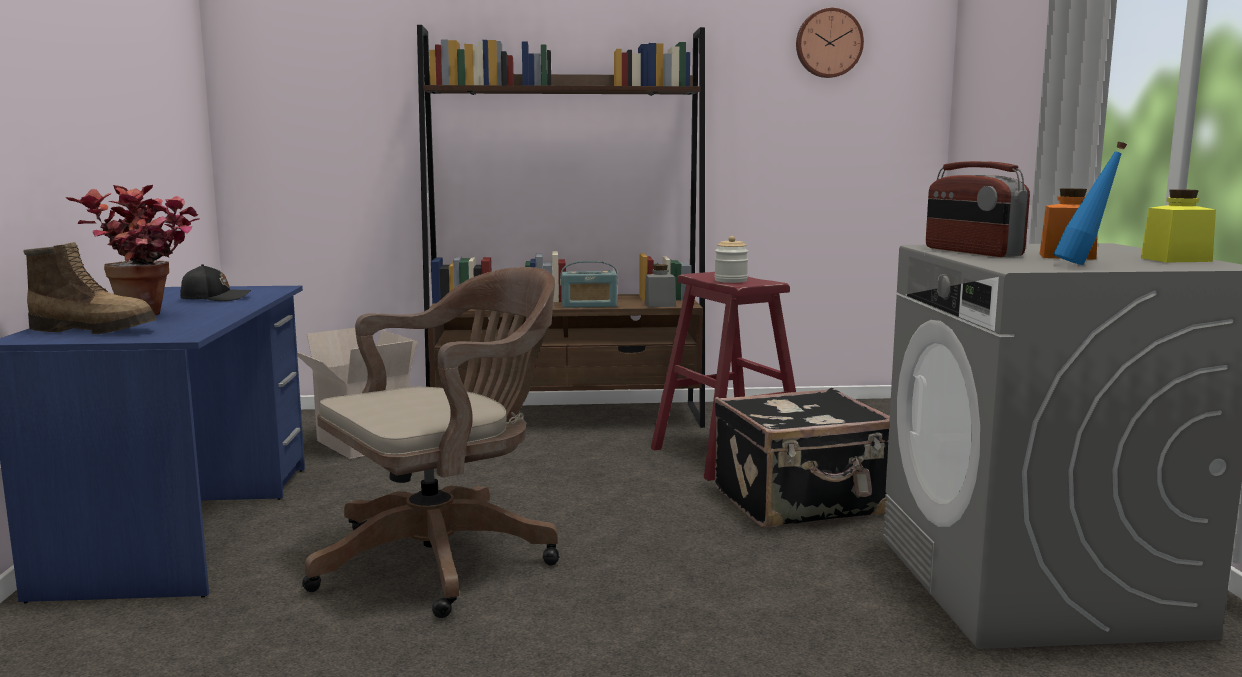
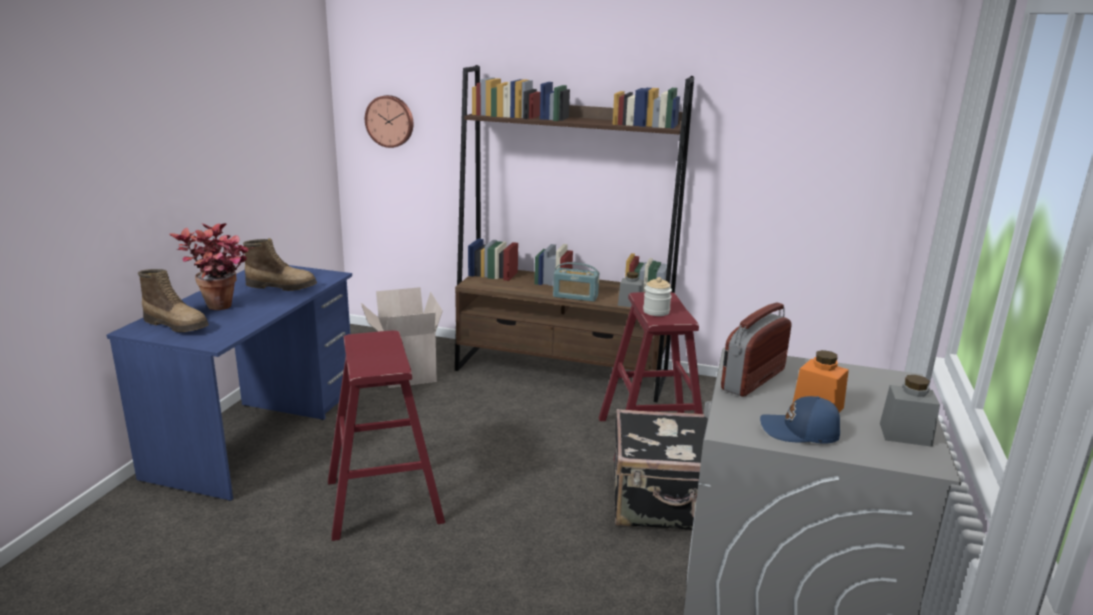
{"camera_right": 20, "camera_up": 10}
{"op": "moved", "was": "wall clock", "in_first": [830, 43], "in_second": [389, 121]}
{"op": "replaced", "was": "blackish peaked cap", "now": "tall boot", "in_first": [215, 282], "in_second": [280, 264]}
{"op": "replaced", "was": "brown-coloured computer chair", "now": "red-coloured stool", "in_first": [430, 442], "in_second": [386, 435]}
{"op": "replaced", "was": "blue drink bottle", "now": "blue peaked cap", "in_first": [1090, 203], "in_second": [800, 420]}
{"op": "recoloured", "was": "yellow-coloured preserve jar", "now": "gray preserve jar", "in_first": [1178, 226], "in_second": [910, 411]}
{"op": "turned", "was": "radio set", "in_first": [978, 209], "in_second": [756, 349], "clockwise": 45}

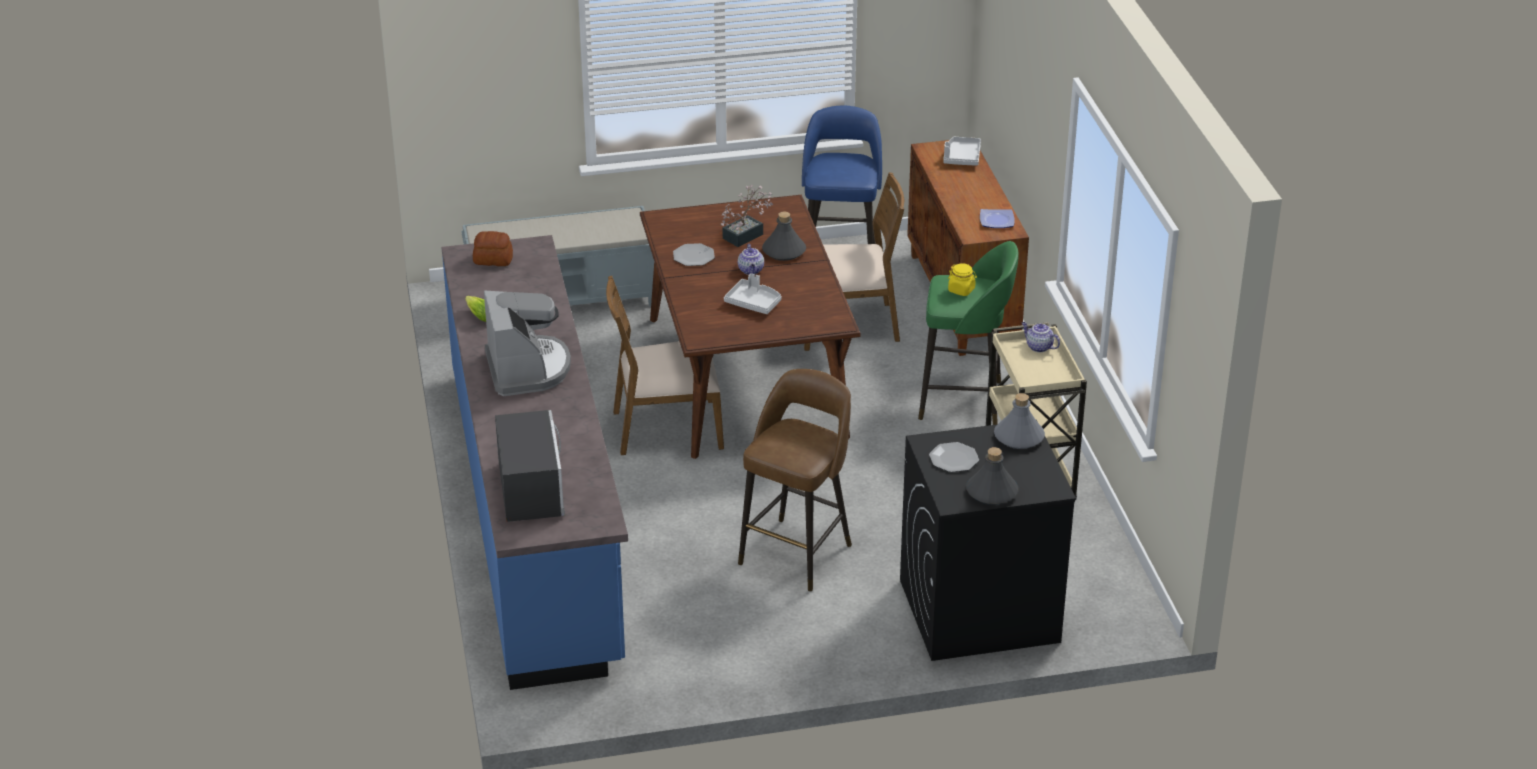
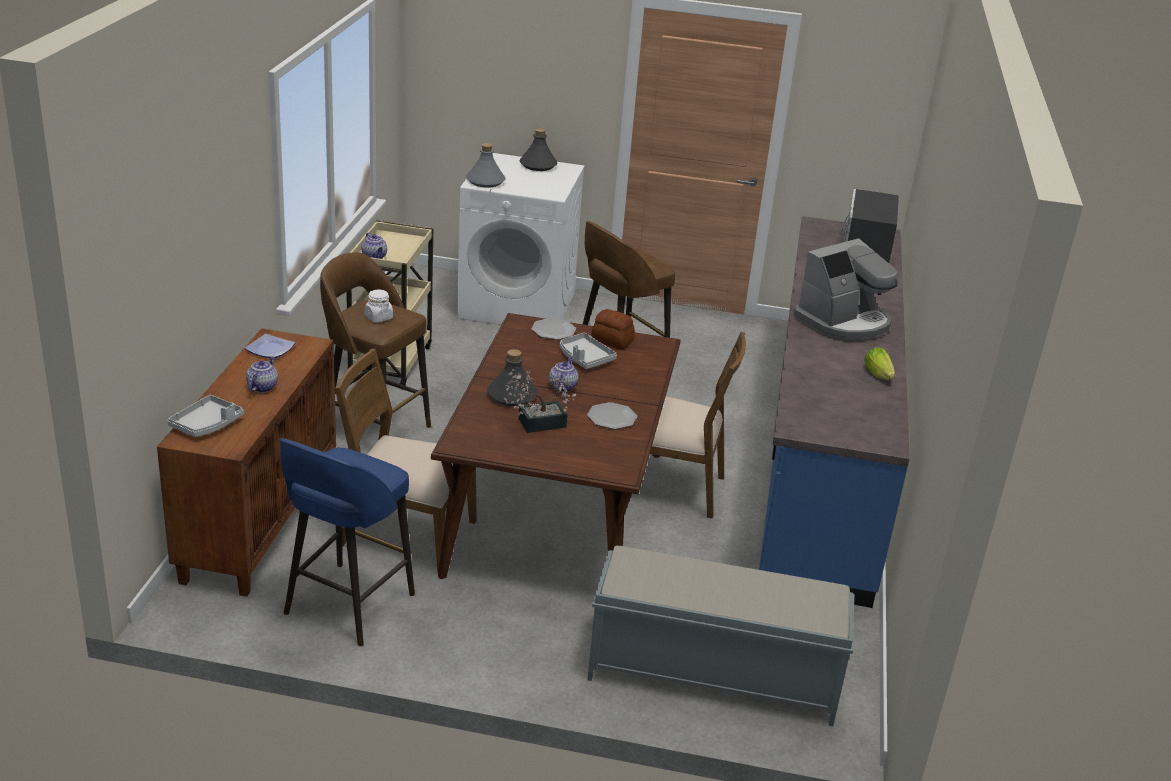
{"camera_right": -160, "camera_up": -5}
{"op": "added", "now": "tea pot", "in_second": [262, 375]}
{"op": "moved", "was": "baked bread", "in_first": [493, 248], "in_second": [613, 329]}
{"op": "moved", "was": "dinner plate", "in_first": [954, 457], "in_second": [553, 329]}
{"op": "recoloured", "was": "blackish laundry machine", "now": "whitish laundry machine", "in_first": [988, 540], "in_second": [521, 239]}
{"op": "recoloured", "was": "greenish stool", "now": "brown-coloured stool", "in_first": [968, 333], "in_second": [375, 340]}
{"op": "recoloured", "was": "yellow-coloured preserve jar", "now": "whitish preserve jar", "in_first": [962, 279], "in_second": [379, 306]}
{"op": "turned", "was": "coffee brewer", "in_first": [527, 343], "in_second": [846, 289], "clockwise": -135}

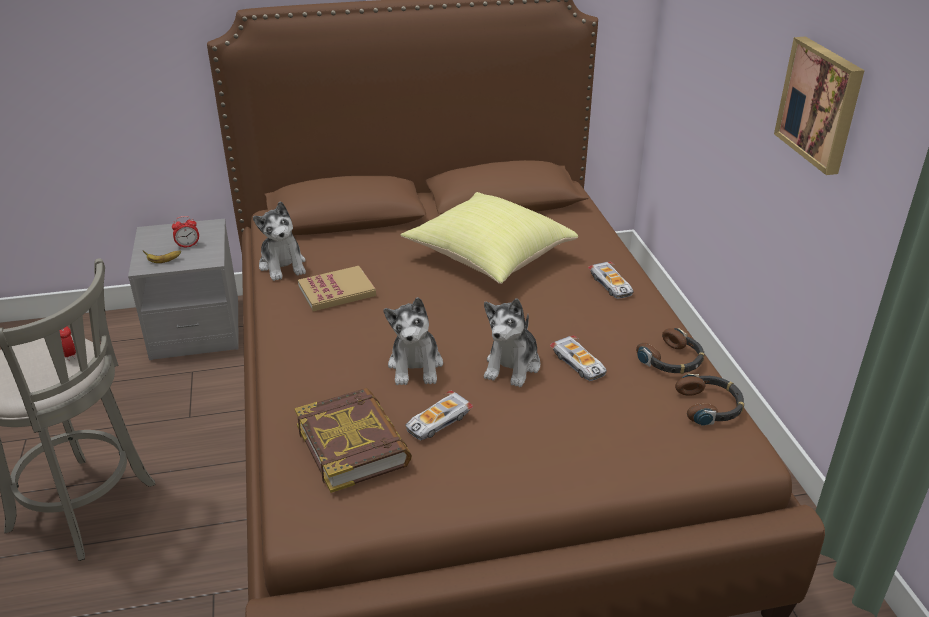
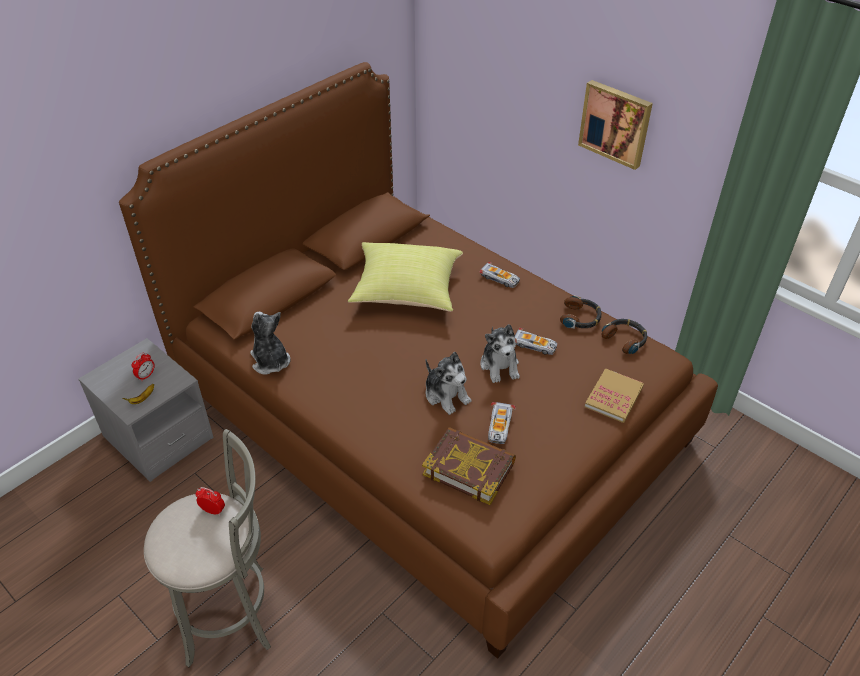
{"camera_right": -35, "camera_up": 10}
{"op": "moved", "was": "bound book", "in_first": [337, 288], "in_second": [614, 395]}
{"op": "turned", "was": "cuddly toy", "in_first": [279, 241], "in_second": [270, 343], "clockwise": -150}

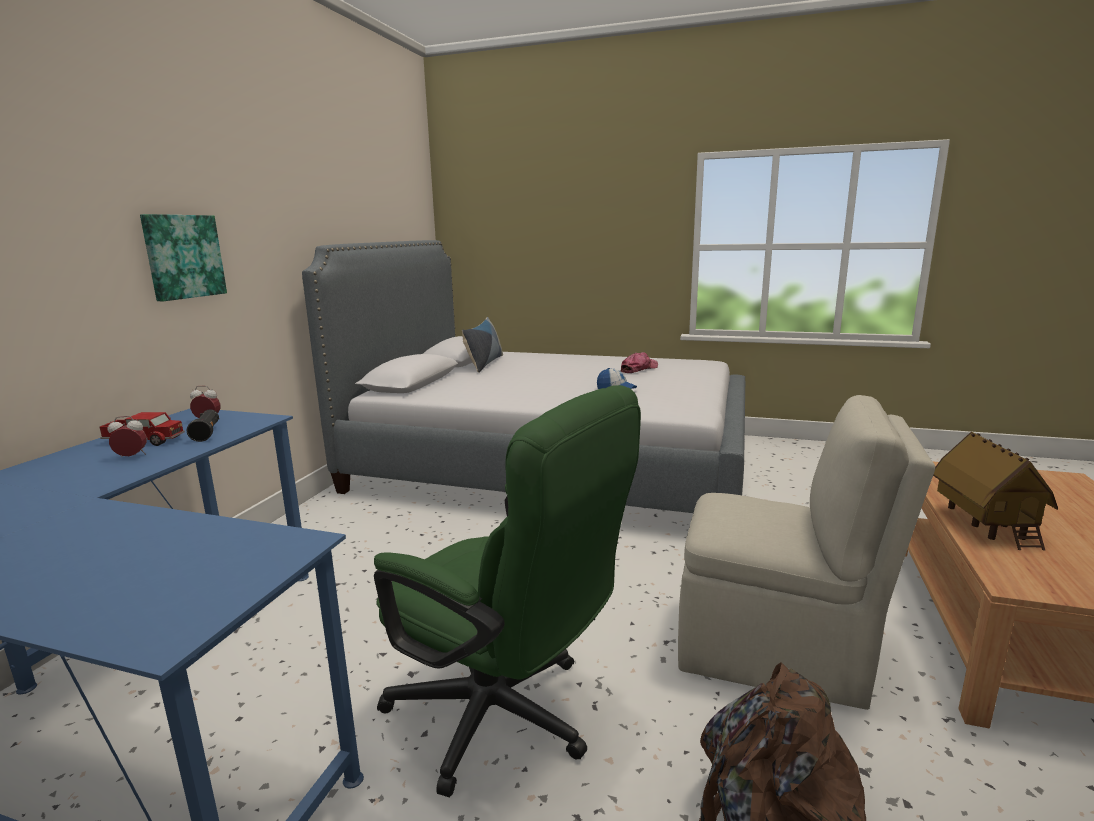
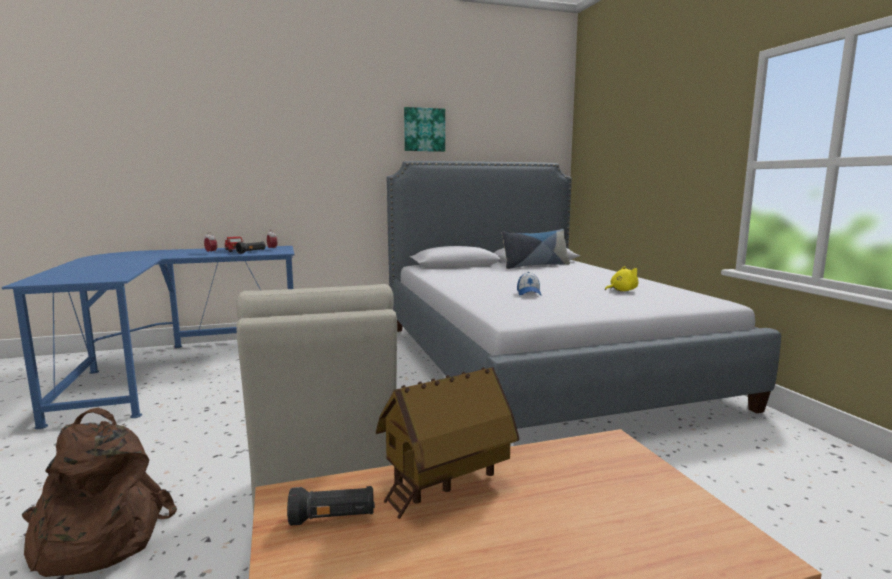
{"camera_right": 55, "camera_up": -5}
{"op": "removed", "was": "greenish computer chair", "in_first": [507, 591]}
{"op": "added", "now": "blackish flashlight", "in_second": [331, 506]}
{"op": "moved", "was": "picture", "in_first": [183, 257], "in_second": [424, 129]}
{"op": "replaced", "was": "peaked cap", "now": "yellow-coloured cuddly toy", "in_first": [639, 362], "in_second": [621, 278]}

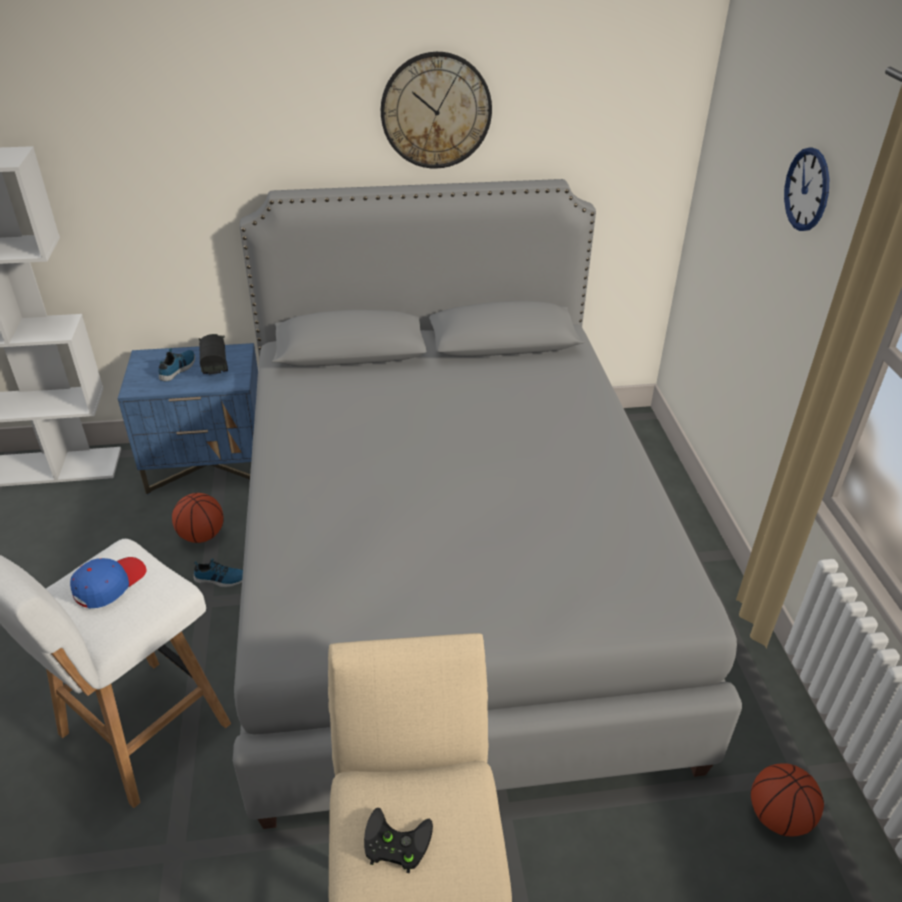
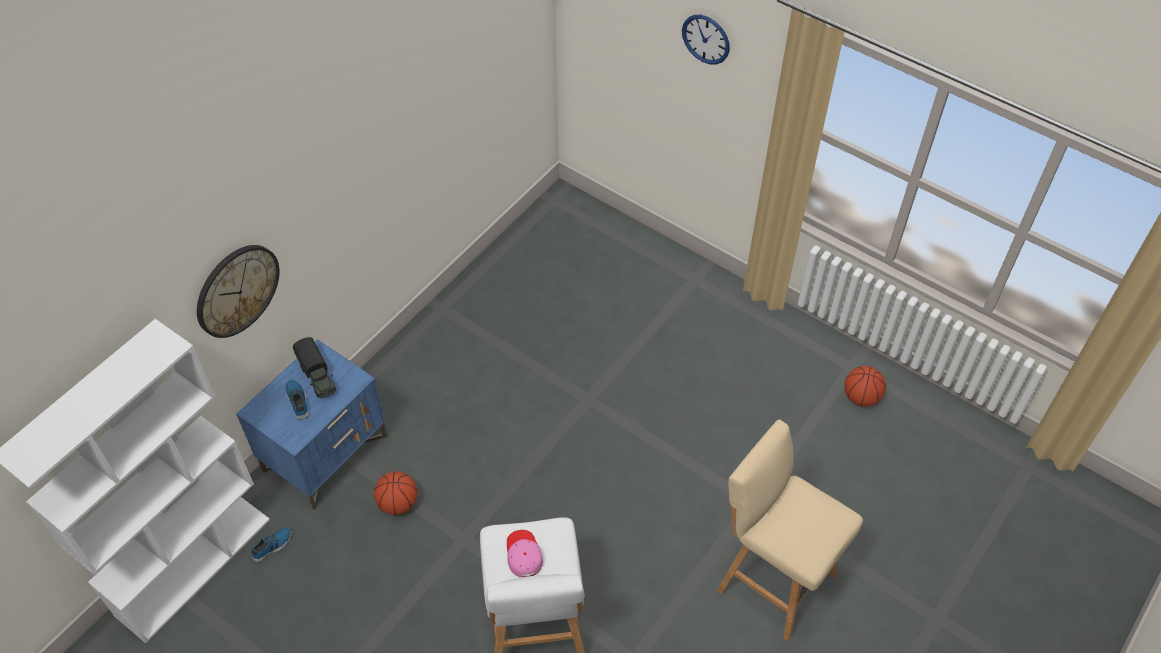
{"camera_right": -45, "camera_up": 15}
{"op": "removed", "was": "gray bed", "in_first": [487, 504]}
{"op": "removed", "was": "blackish gamepad", "in_first": [398, 840]}
{"op": "moved", "was": "low shoe", "in_first": [218, 572], "in_second": [271, 544]}
{"op": "moved", "was": "wall clock", "in_first": [436, 110], "in_second": [238, 291]}
{"op": "recoloured", "was": "blue peaked cap", "now": "pink peaked cap", "in_first": [108, 582], "in_second": [525, 554]}
{"op": "turned", "was": "toy truck", "in_first": [213, 354], "in_second": [314, 367], "clockwise": -150}

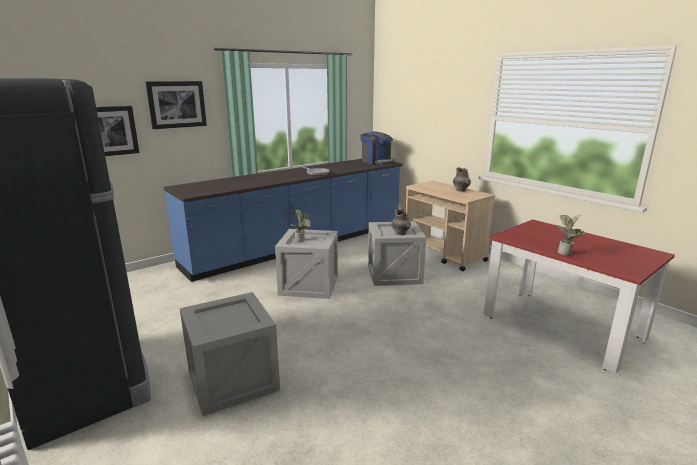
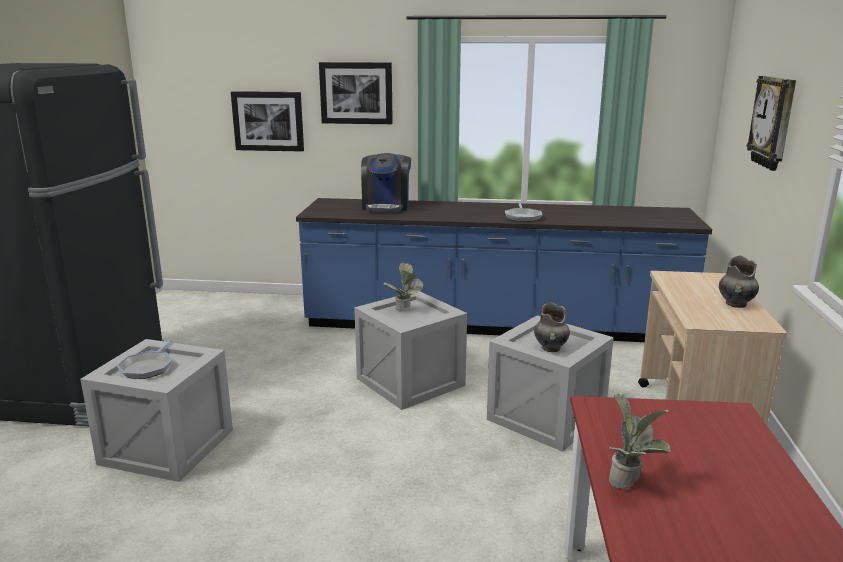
{"camera_right": 45, "camera_up": 0}
{"op": "added", "now": "pan", "in_second": [145, 359]}
{"op": "added", "now": "wall clock", "in_second": [771, 123]}
{"op": "moved", "was": "coffee brewer", "in_first": [377, 148], "in_second": [386, 183]}

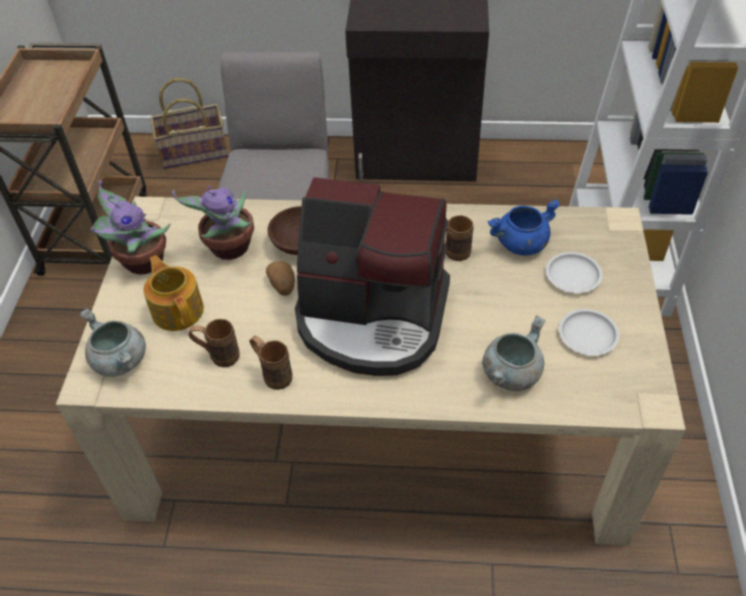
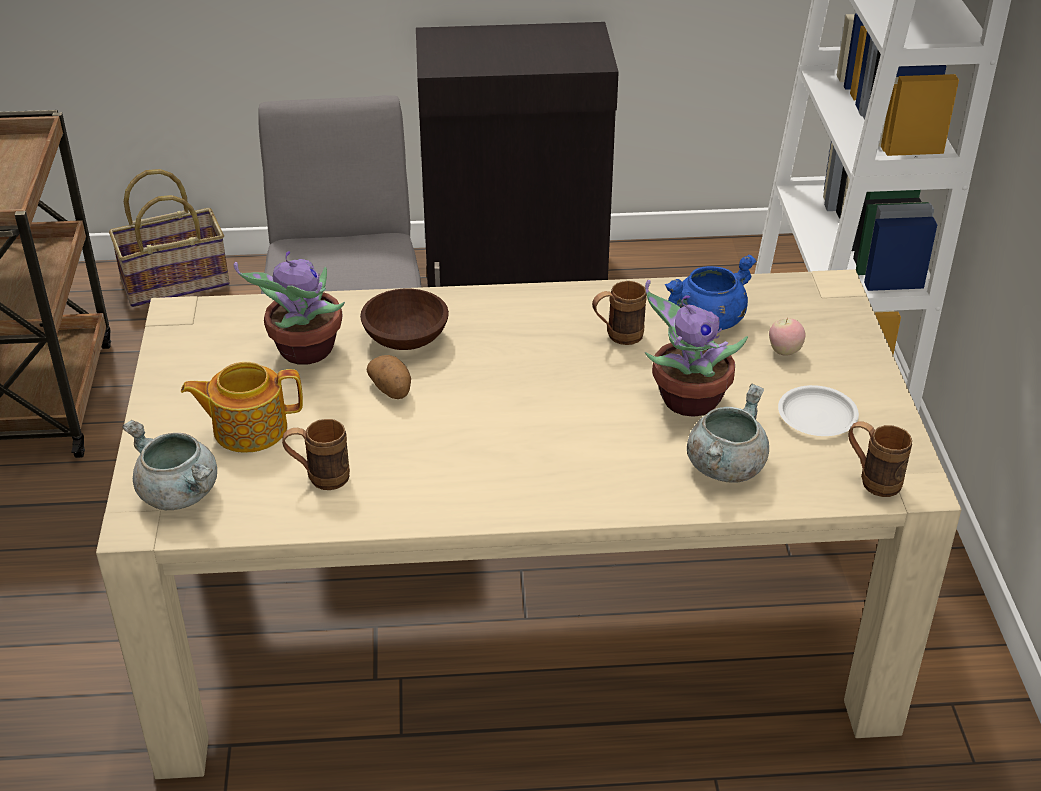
{"camera_right": -10, "camera_up": -10}
{"op": "removed", "was": "coffee brewer", "in_first": [372, 276]}
{"op": "moved", "was": "plant in a pot", "in_first": [130, 227], "in_second": [696, 348]}
{"op": "moved", "was": "brown-coloured mug", "in_first": [271, 363], "in_second": [880, 459]}
{"op": "replaced", "was": "whitish dinner plate", "now": "whole apple", "in_first": [574, 272], "in_second": [787, 337]}
{"op": "turned", "was": "tea pot", "in_first": [173, 293], "in_second": [242, 407], "clockwise": -60}

